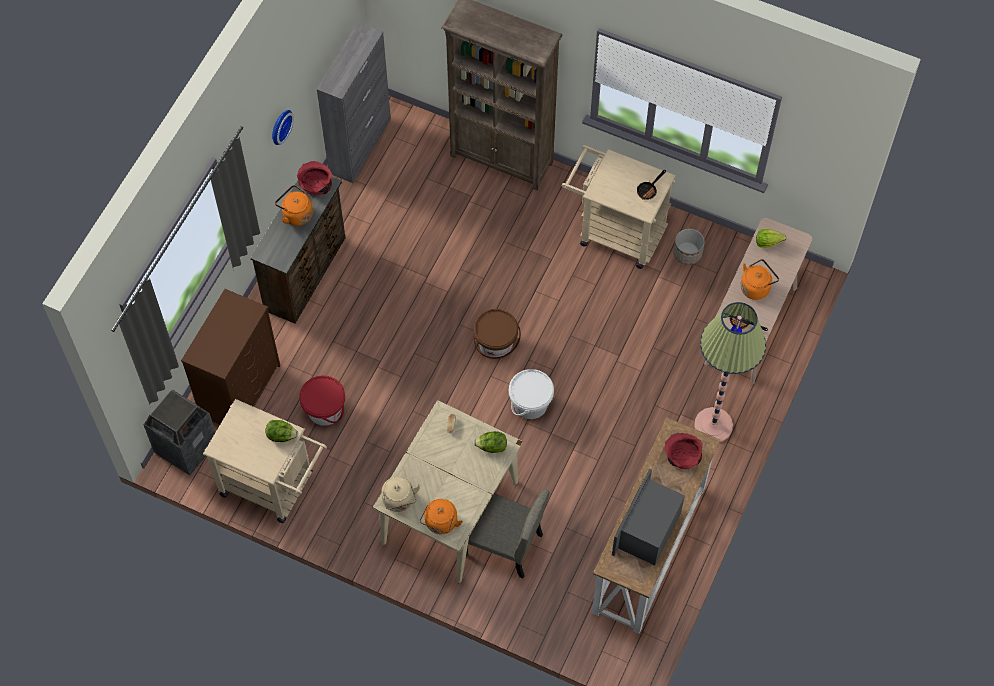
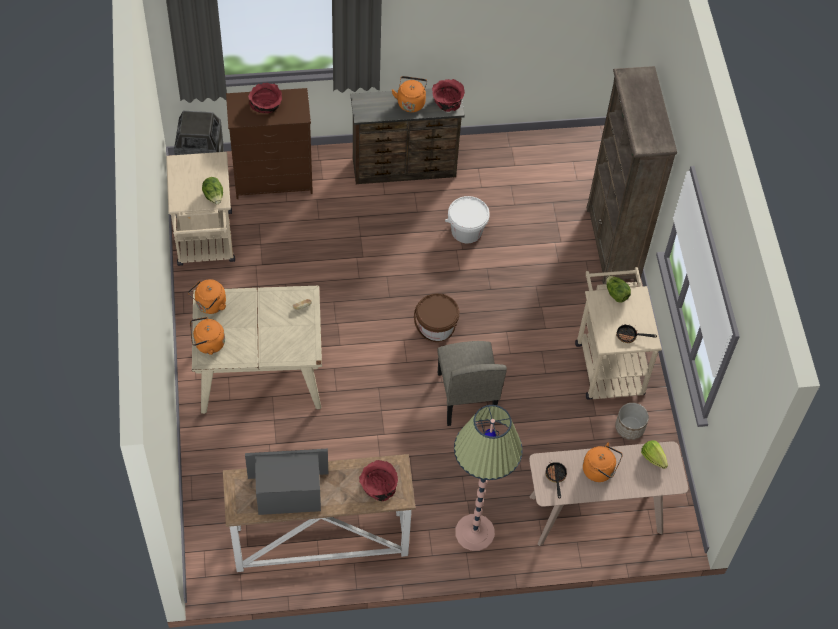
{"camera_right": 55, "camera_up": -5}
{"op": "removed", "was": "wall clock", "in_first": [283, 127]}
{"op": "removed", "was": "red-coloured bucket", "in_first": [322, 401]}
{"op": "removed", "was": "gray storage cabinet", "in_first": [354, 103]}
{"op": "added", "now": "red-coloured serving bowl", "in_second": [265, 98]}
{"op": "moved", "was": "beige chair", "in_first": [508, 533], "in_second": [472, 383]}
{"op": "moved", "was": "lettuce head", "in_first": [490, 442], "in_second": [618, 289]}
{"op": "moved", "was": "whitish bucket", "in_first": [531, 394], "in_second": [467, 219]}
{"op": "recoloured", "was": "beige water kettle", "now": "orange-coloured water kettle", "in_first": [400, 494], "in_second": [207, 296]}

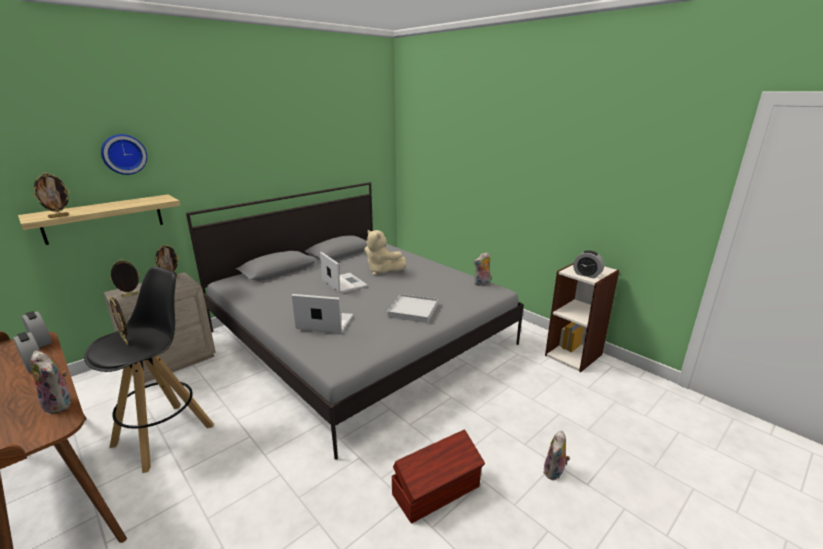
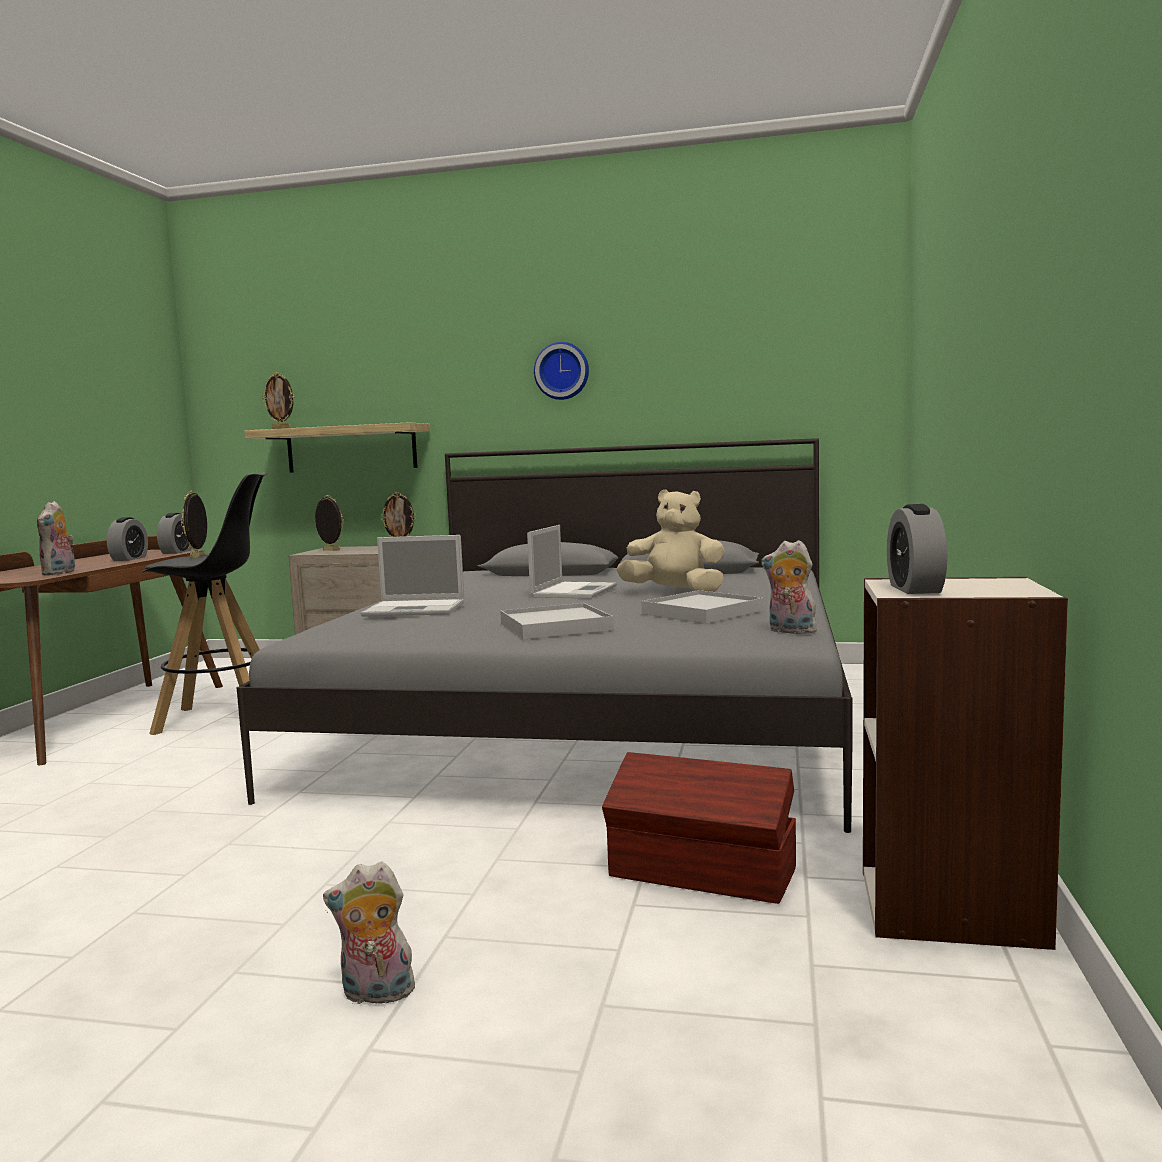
{"camera_right": 55, "camera_up": -15}
{"op": "added", "now": "whitish serving tray", "in_second": [703, 607]}
{"op": "moved", "was": "wall clock", "in_first": [124, 154], "in_second": [561, 371]}
{"op": "moved", "was": "brown-coloured storage bin", "in_first": [438, 476], "in_second": [699, 828]}
{"op": "turned", "was": "laptop", "in_first": [322, 313], "in_second": [412, 576], "clockwise": 120}
{"op": "turned", "was": "beige cuddly toy", "in_first": [385, 253], "in_second": [670, 540], "clockwise": 105}

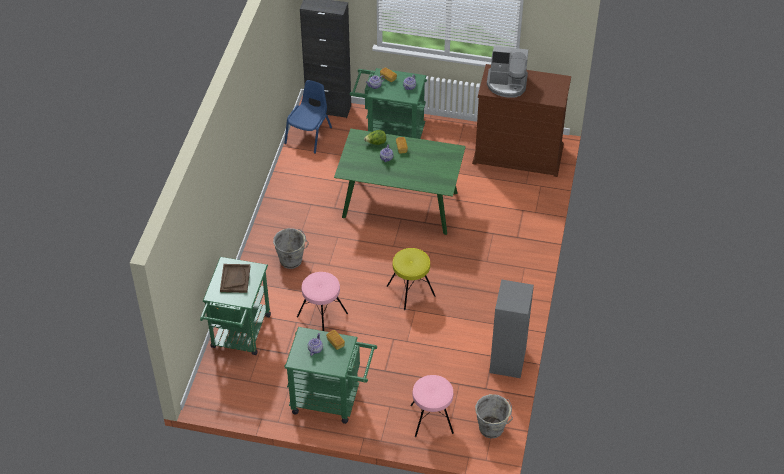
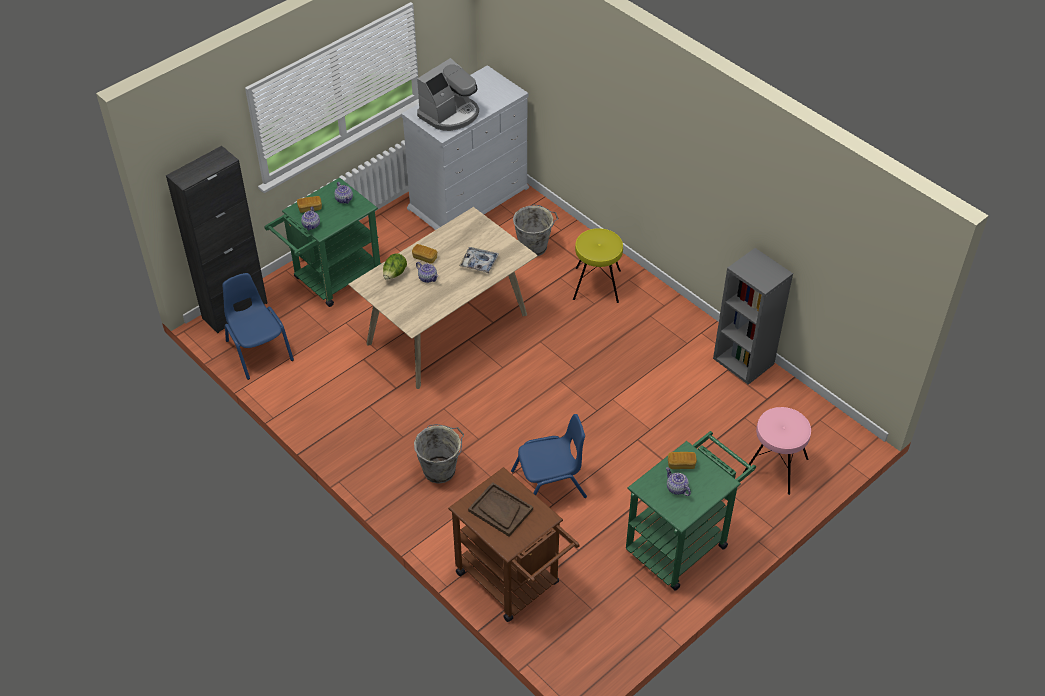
{"camera_right": -55, "camera_up": 0}
{"op": "added", "now": "serving tray", "in_second": [479, 260]}
{"op": "moved", "was": "yellow-coloured stool", "in_first": [411, 279], "in_second": [598, 265]}
{"op": "moved", "was": "gray bucket", "in_first": [494, 416], "in_second": [535, 230]}
{"op": "replaced", "was": "pink stool", "now": "blue chair", "in_first": [322, 301], "in_second": [549, 456]}
{"op": "recoloured", "was": "greenish wheeled cart", "now": "brown-coloured wheeled cart", "in_first": [235, 306], "in_second": [514, 544]}
{"op": "recoloured", "was": "greenish dinner table", "now": "beige dinner table", "in_first": [400, 182], "in_second": [443, 298]}
{"op": "recoloured", "was": "brown-coloured chest of drawers", "now": "whitish chest of drawers", "in_first": [521, 120], "in_second": [465, 147]}

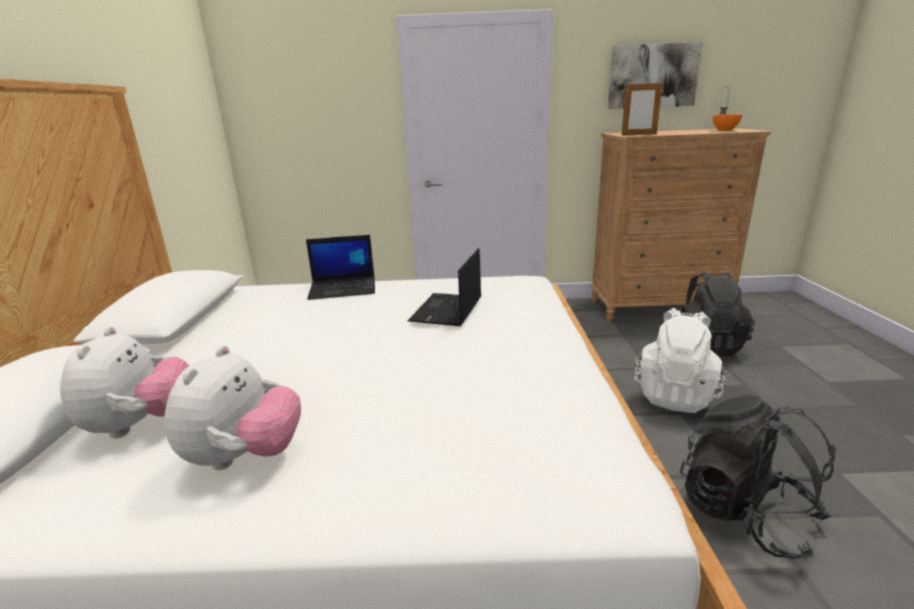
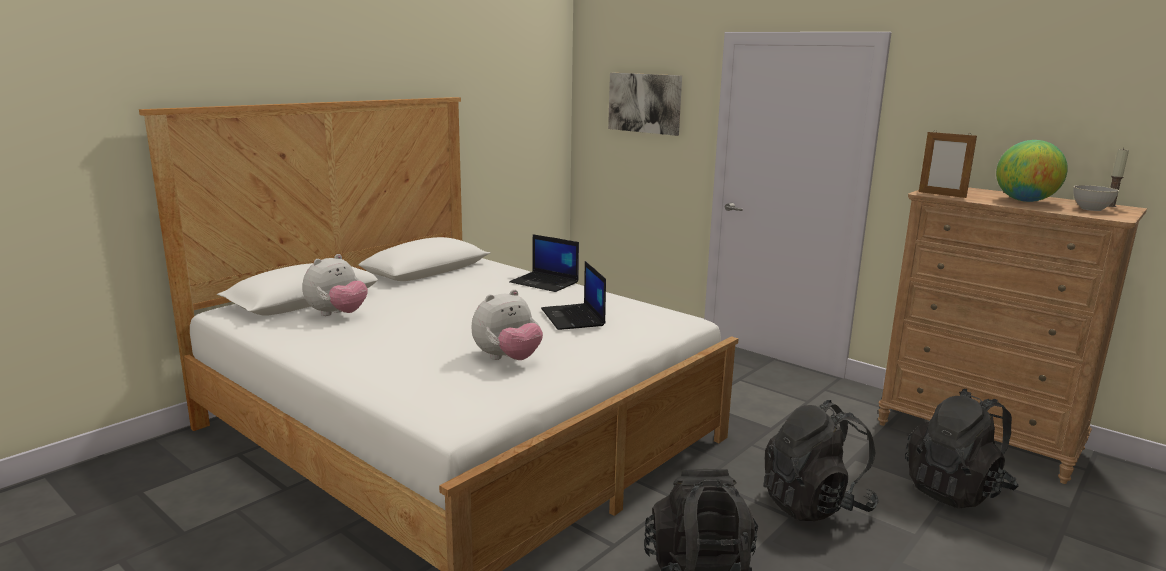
{"camera_right": 40, "camera_up": -5}
{"op": "added", "now": "world globe", "in_second": [1032, 171]}
{"op": "moved", "was": "cuddly toy", "in_first": [232, 407], "in_second": [507, 324]}
{"op": "moved", "was": "picture", "in_first": [655, 75], "in_second": [645, 104]}
{"op": "recoloured", "was": "whitish rucksack", "now": "blackish rucksack", "in_first": [680, 360], "in_second": [821, 460]}
{"op": "recoloured", "was": "orange-coloured serving bowl", "now": "gray serving bowl", "in_first": [728, 122], "in_second": [1096, 198]}
{"op": "turned", "was": "laptop", "in_first": [444, 287], "in_second": [573, 295], "clockwise": -75}

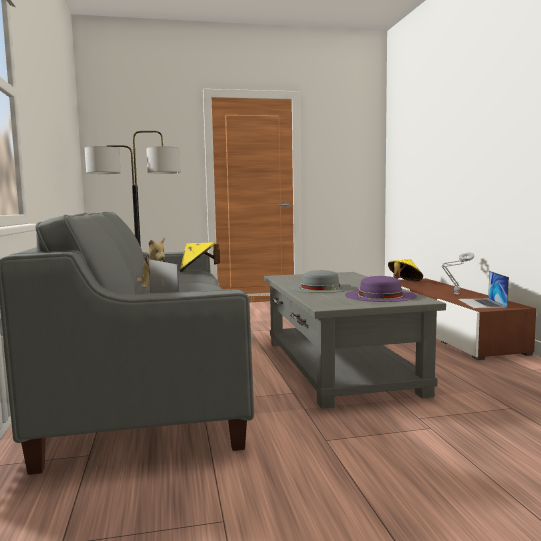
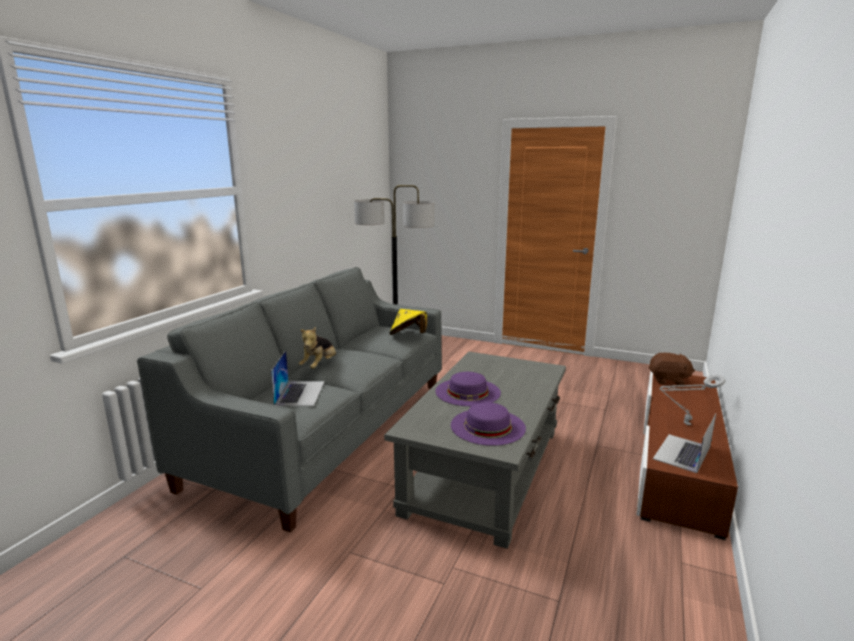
{"camera_right": 35, "camera_up": 10}
{"op": "replaced", "was": "yellow-coloured wearable hat", "now": "brown-coloured cuddly toy", "in_first": [405, 270], "in_second": [672, 369]}
{"op": "recoloured", "was": "gray wearable hat", "now": "purple-coloured wearable hat", "in_first": [321, 281], "in_second": [468, 389]}

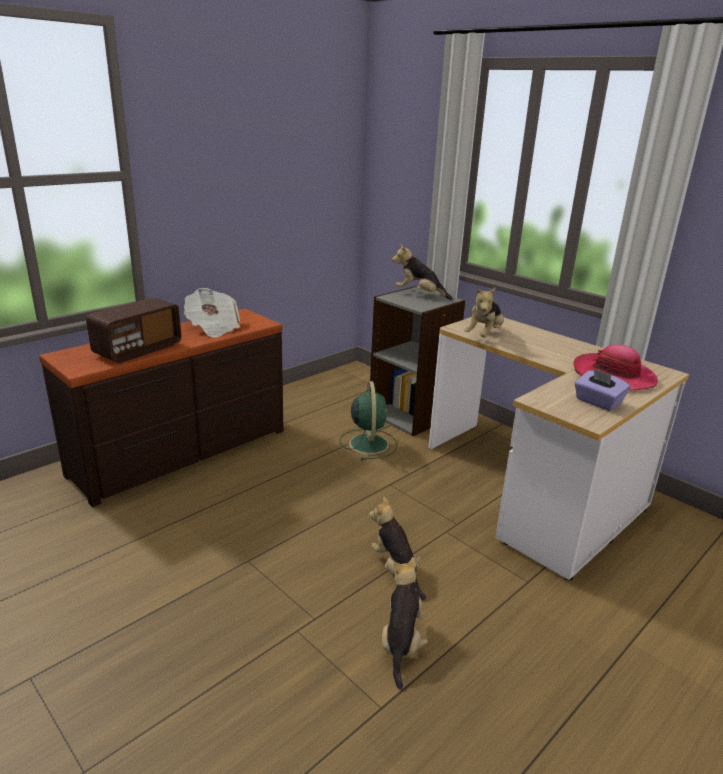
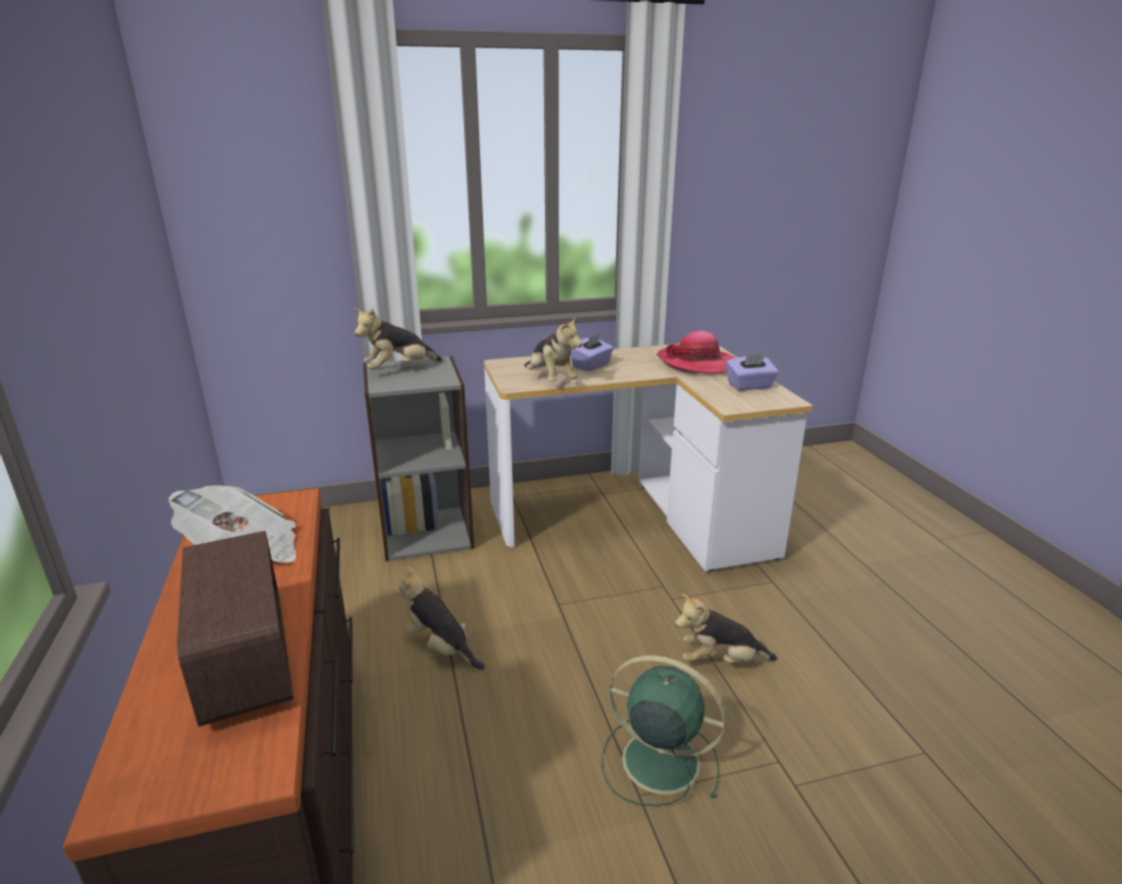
{"camera_right": -60, "camera_up": 0}
{"op": "added", "now": "purple-coloured tissue box", "in_second": [592, 352]}
{"op": "moved", "was": "greenish cooling fan", "in_first": [368, 420], "in_second": [664, 730]}
{"op": "moved", "was": "cuddly toy", "in_first": [405, 623], "in_second": [439, 618]}

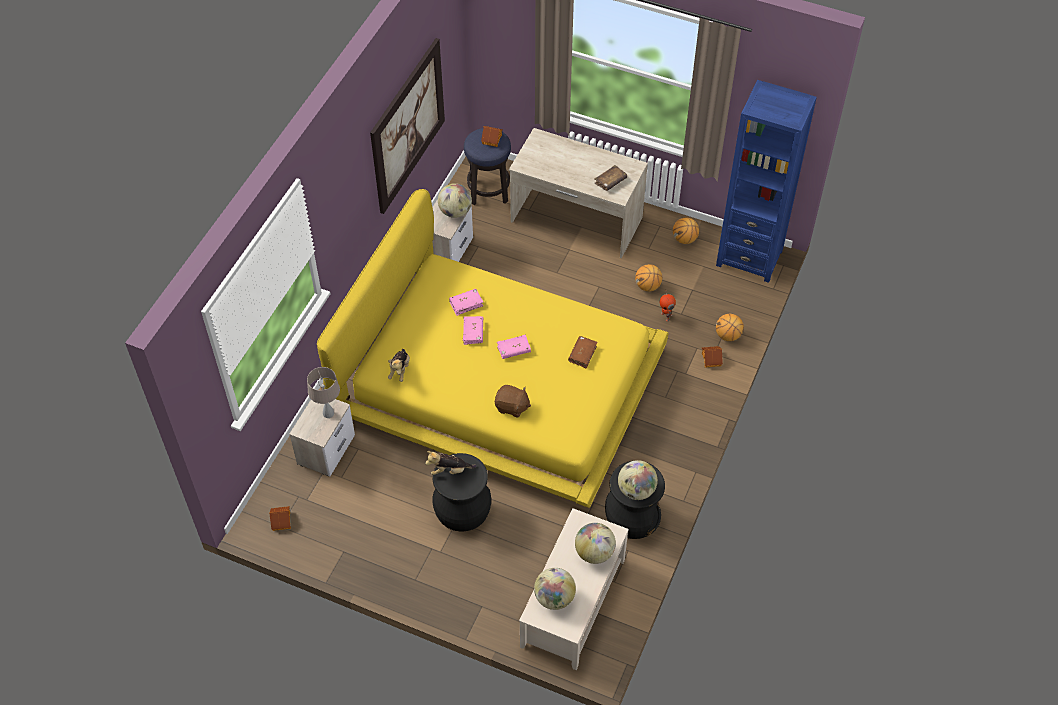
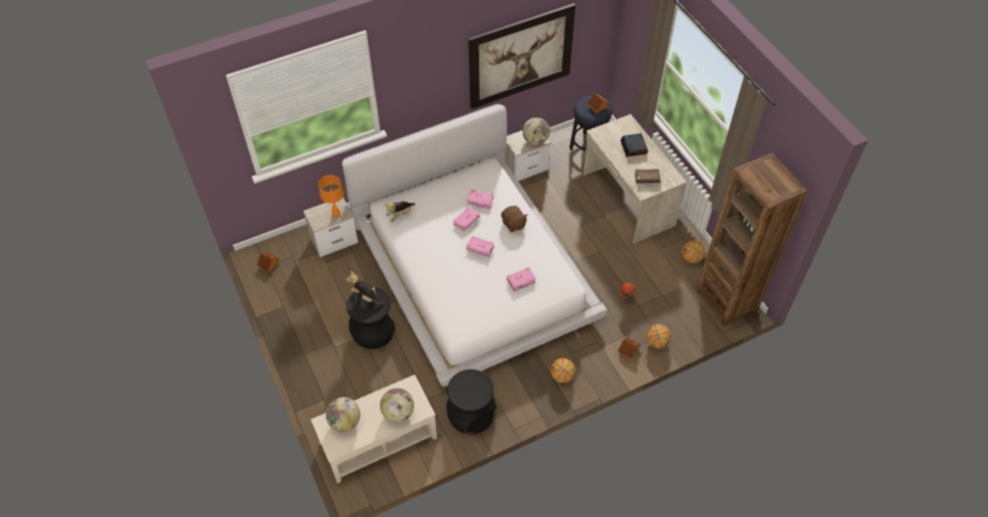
{"camera_right": 40, "camera_up": 0}
{"op": "removed", "was": "world globe", "in_first": [638, 480]}
{"op": "added", "now": "alarm clock", "in_second": [634, 145]}
{"op": "moved", "was": "brown-coloured cuddly toy", "in_first": [513, 401], "in_second": [514, 219]}
{"op": "moved", "was": "basketball", "in_first": [648, 277], "in_second": [563, 370]}
{"op": "recoloured", "was": "beige table lamp", "now": "orange-coloured table lamp", "in_first": [323, 392], "in_second": [331, 196]}
{"op": "recoloured", "was": "yellow-coloured bed", "now": "whitish bed", "in_first": [493, 348], "in_second": [474, 245]}
{"op": "recoloured", "was": "brown-coloured bound book", "now": "pink bound book", "in_first": [582, 352], "in_second": [521, 280]}
{"op": "recoloured", "was": "blue shelving unit", "now": "brown-coloured shelving unit", "in_first": [766, 181], "in_second": [751, 239]}

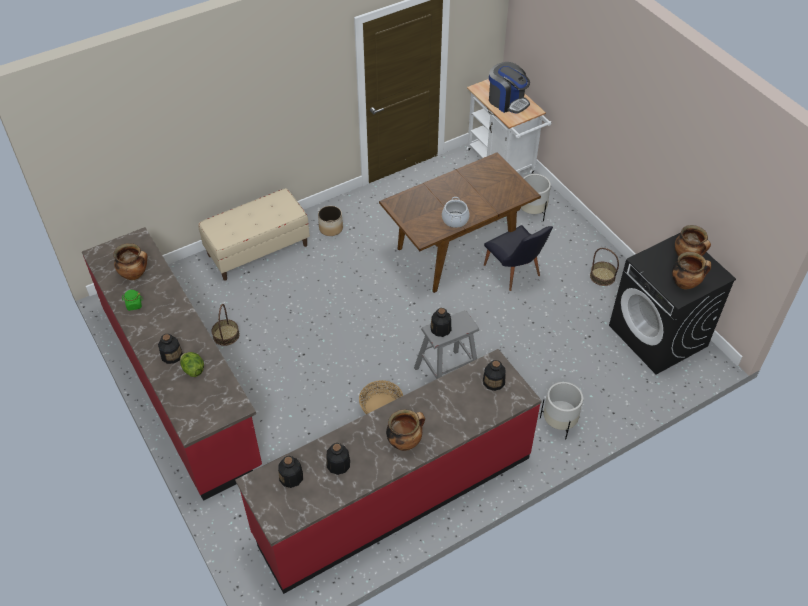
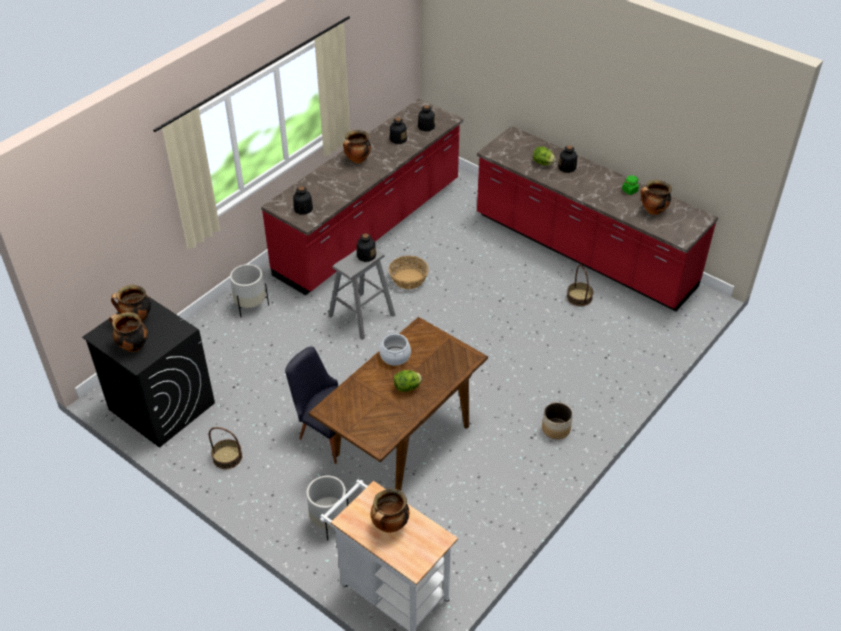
{"camera_right": 160, "camera_up": -5}
{"op": "removed", "was": "beige bench", "in_first": [254, 234]}
{"op": "added", "now": "lettuce head", "in_second": [408, 381]}
{"op": "replaced", "was": "coffee brewer", "now": "stockpot", "in_first": [509, 87], "in_second": [390, 510]}

